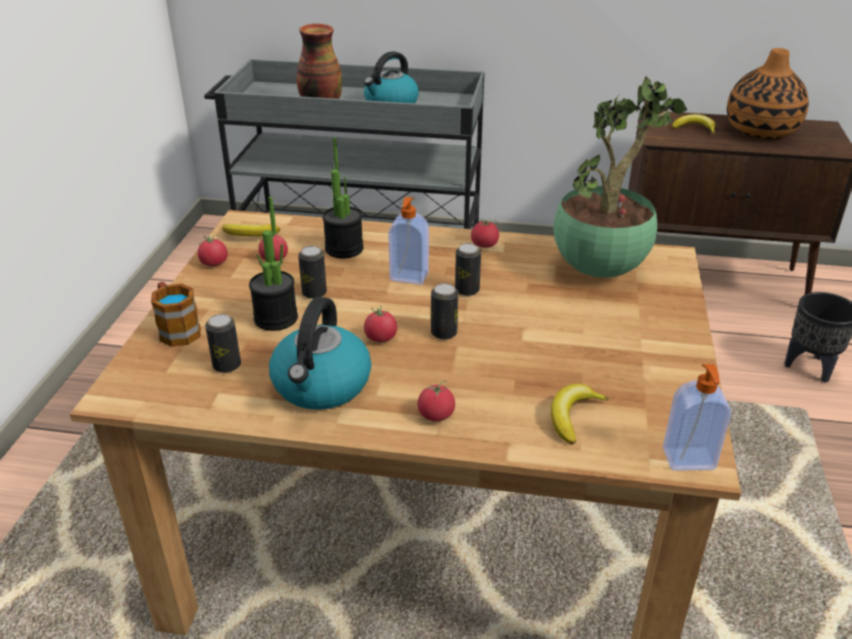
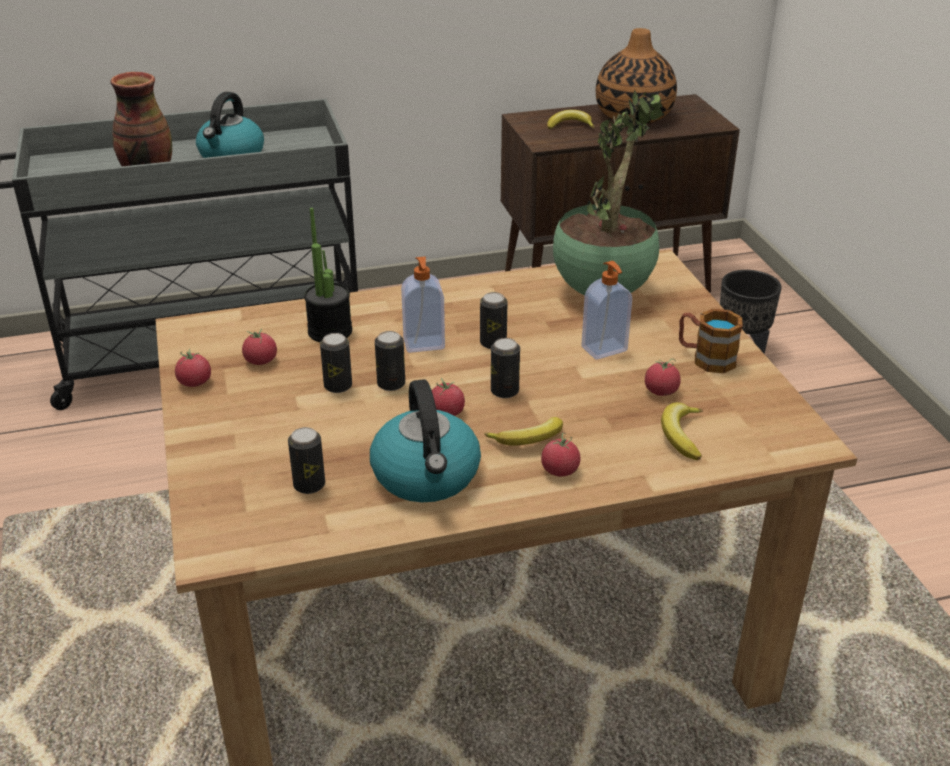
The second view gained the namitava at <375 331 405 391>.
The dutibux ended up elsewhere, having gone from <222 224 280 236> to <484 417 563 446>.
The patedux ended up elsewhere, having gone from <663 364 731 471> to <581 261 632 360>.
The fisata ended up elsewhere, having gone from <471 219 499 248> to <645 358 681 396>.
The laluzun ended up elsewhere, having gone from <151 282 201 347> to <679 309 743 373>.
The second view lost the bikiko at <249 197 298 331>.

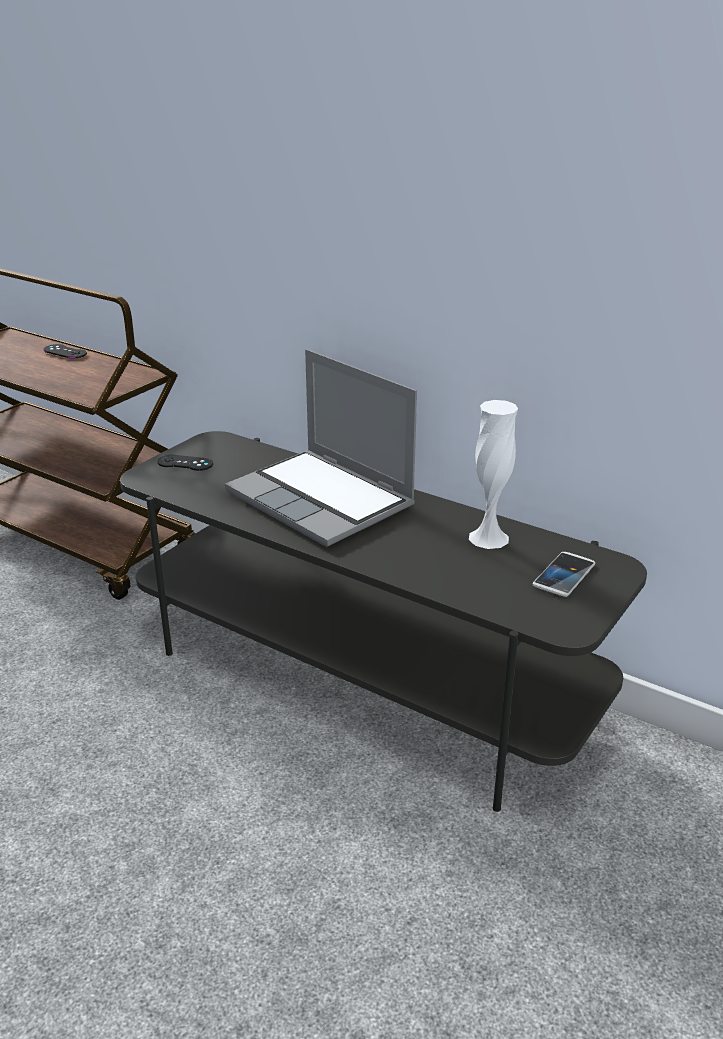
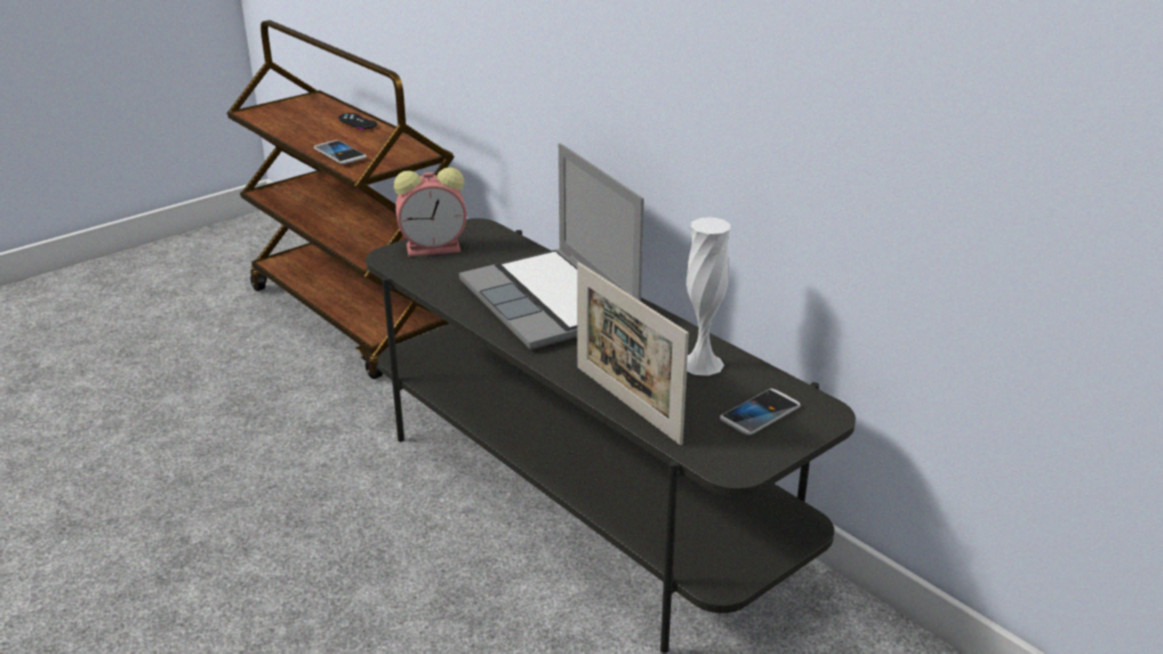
The second view gained the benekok at <314 140 367 164>.
Where the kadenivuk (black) stood at <157 455 213 471>, the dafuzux came to stand at <394 167 467 257>.
The second view gained the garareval at <577 262 689 445>.

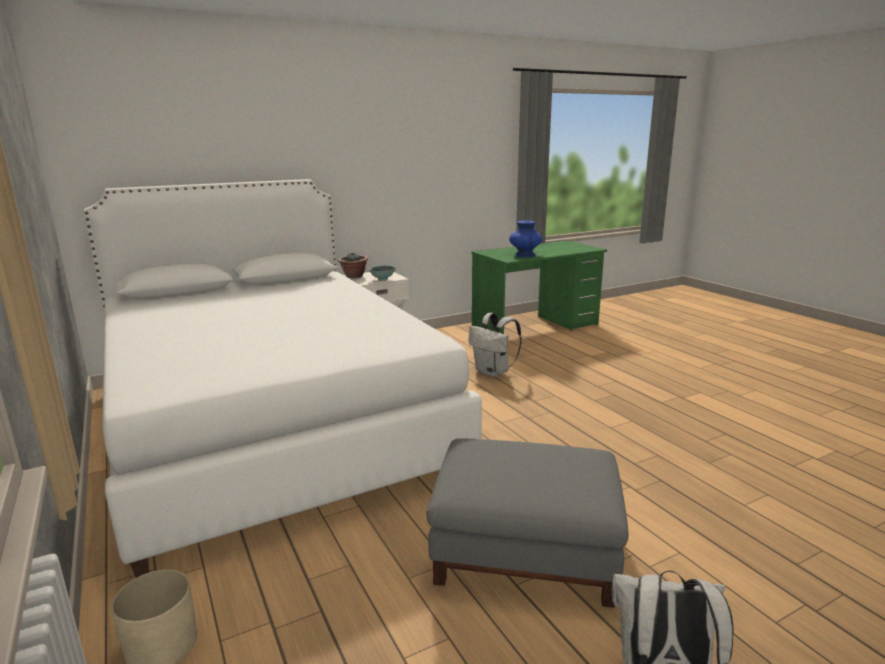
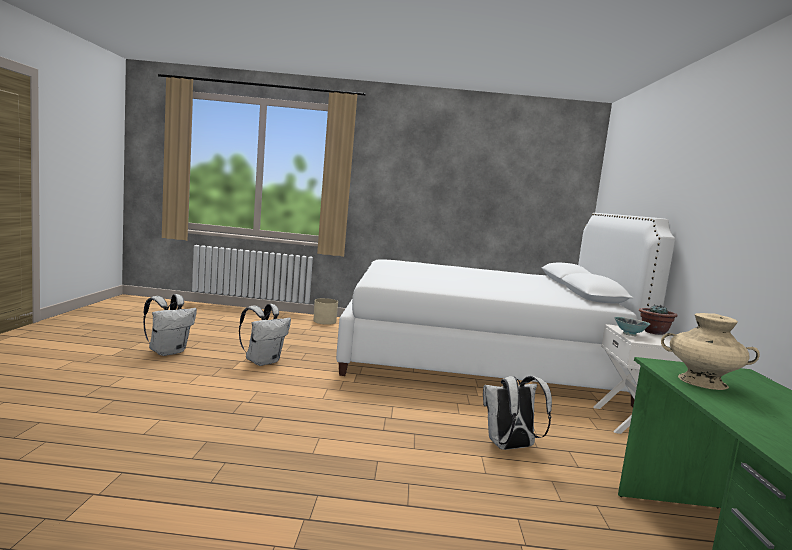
Where the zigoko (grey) stood at <427 438 629 608>, the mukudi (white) came to stand at <239 304 291 366>.
What was the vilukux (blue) at <509 220 542 257> turned into the vilukux (beige) at <661 313 760 390>.

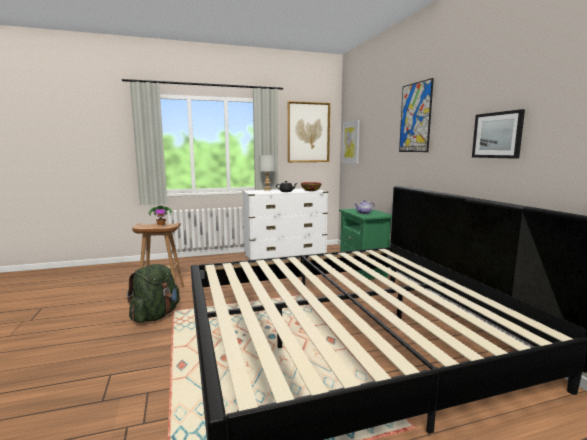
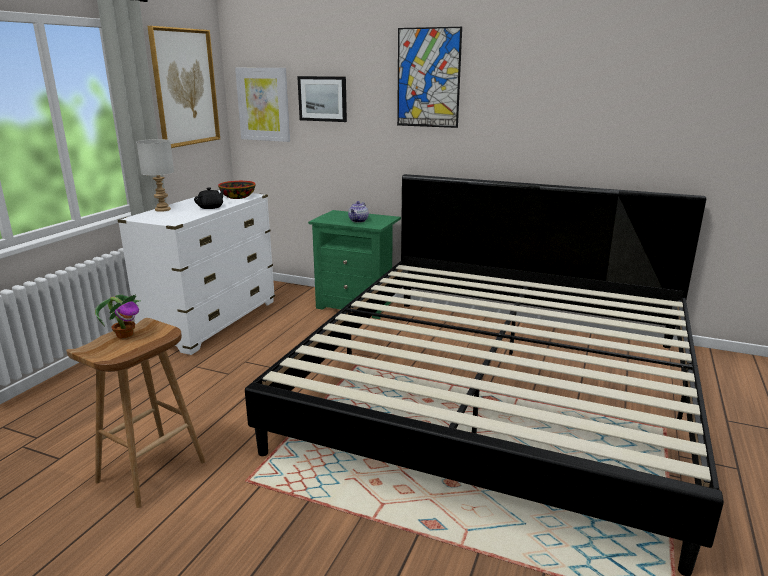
The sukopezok ended up elsewhere, having gone from <472 109 525 159> to <297 76 347 122>.
The second view lost the mukudi (green) at <127 264 180 323>.

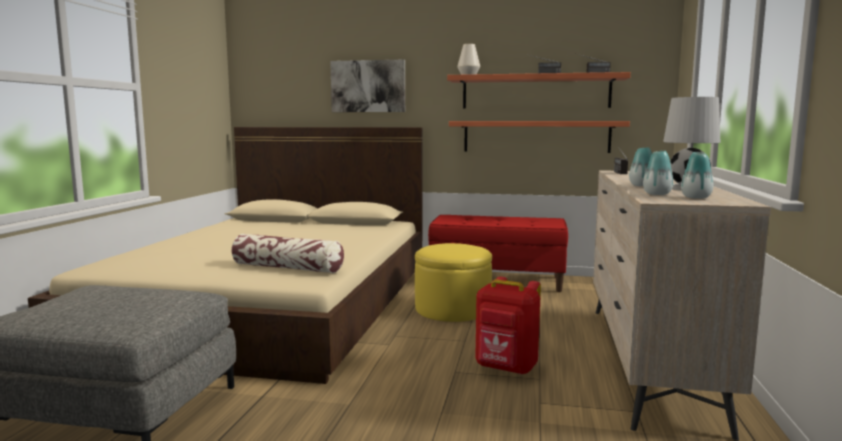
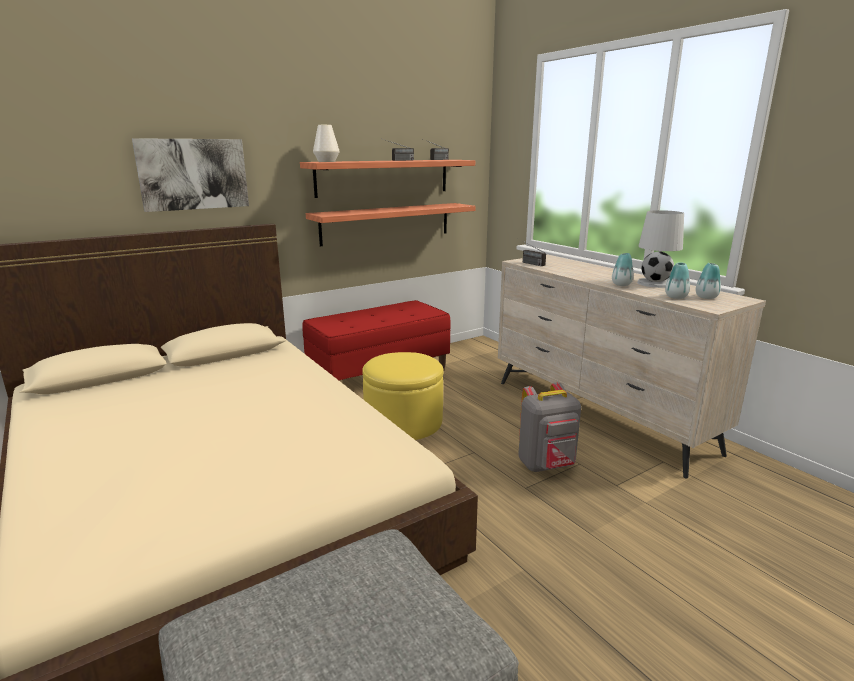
What was the mukudi (red) at <475 277 541 375> turned into the mukudi (grey) at <519 383 581 472>.
The second view lost the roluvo at <231 234 344 273>.

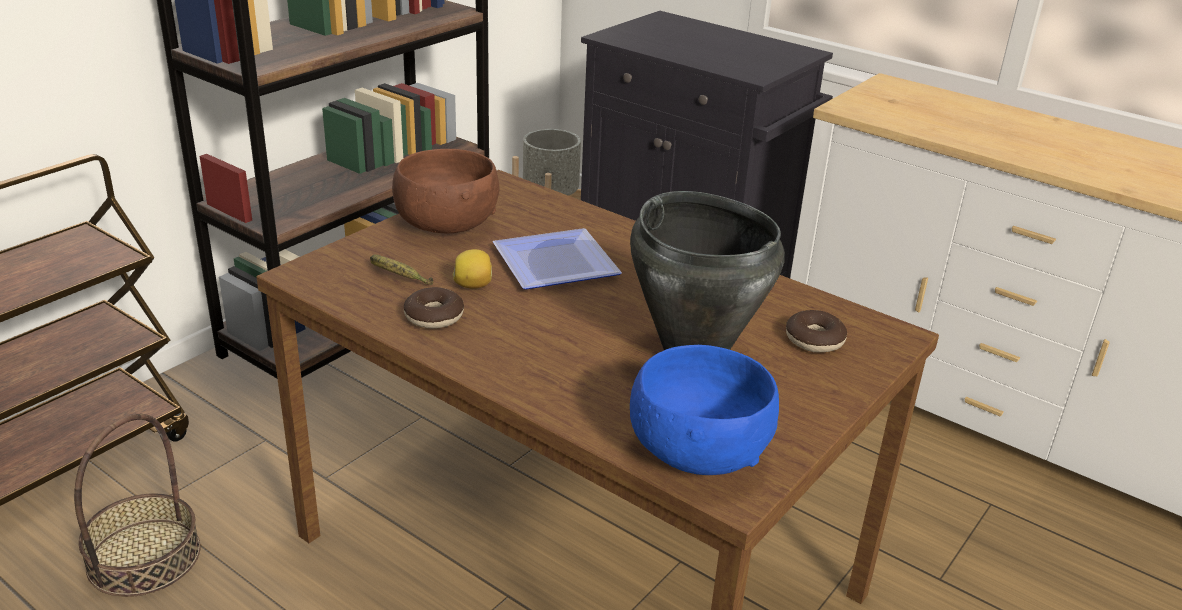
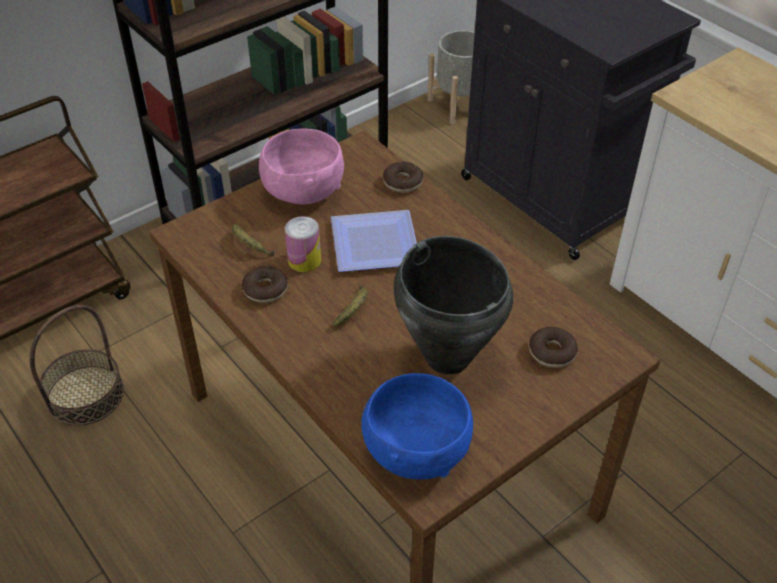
What was the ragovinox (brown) at <392 149 499 234> turned into the ragovinox (pink) at <259 129 344 204>.
Where the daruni stood at <453 249 492 289>, the namitava came to stand at <285 216 321 272>.
The second view gained the dutibux at <333 285 368 327>.
The second view gained the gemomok at <383 162 423 193>.

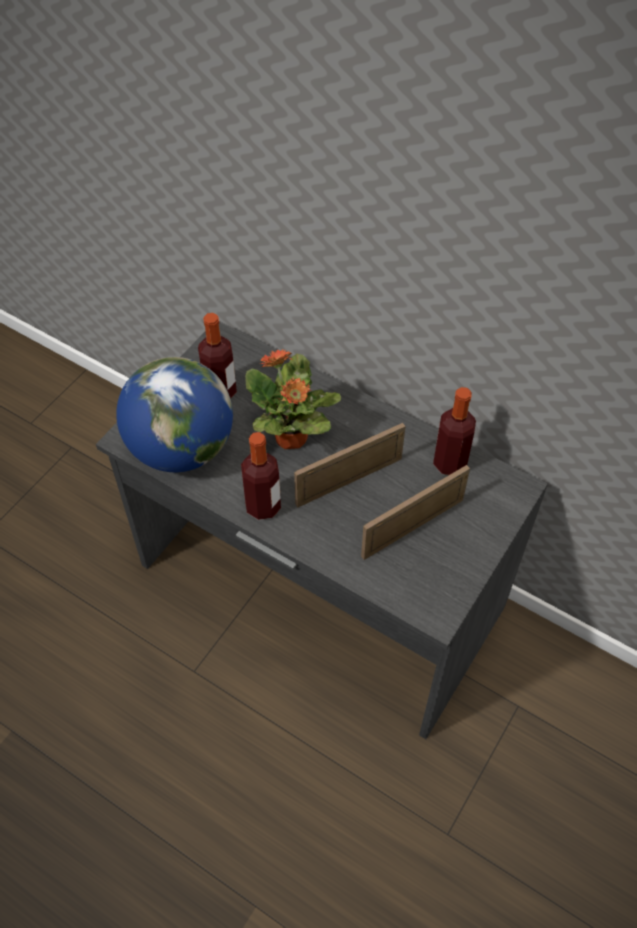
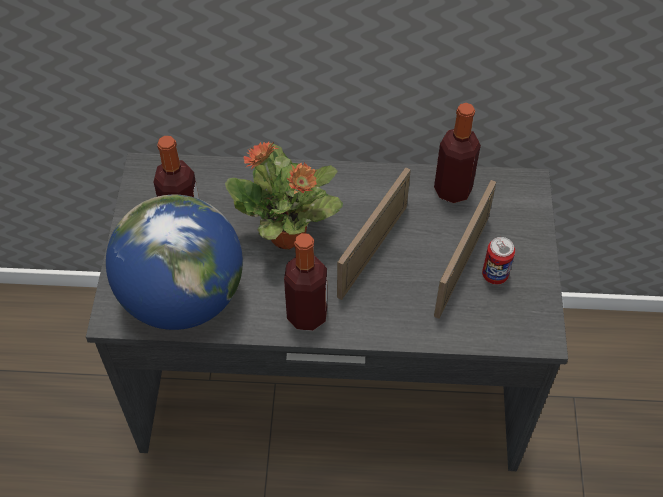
The second view gained the namitava at <482 237 515 285>.

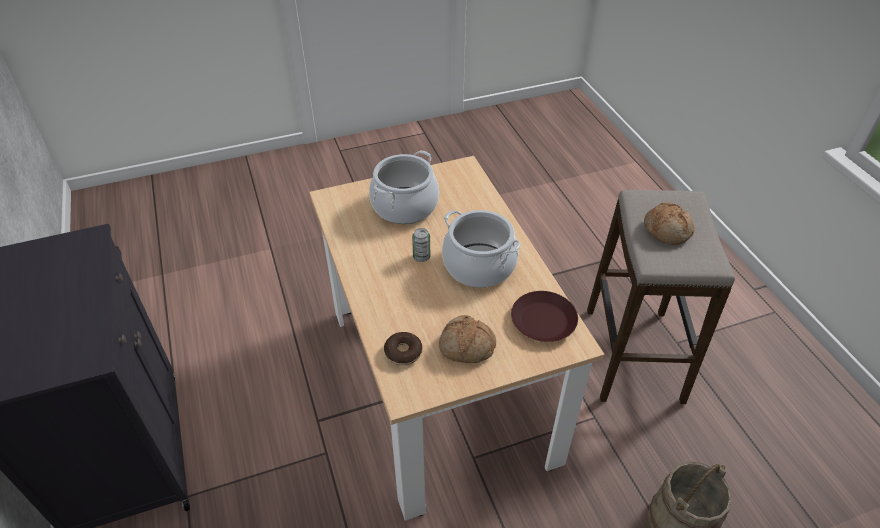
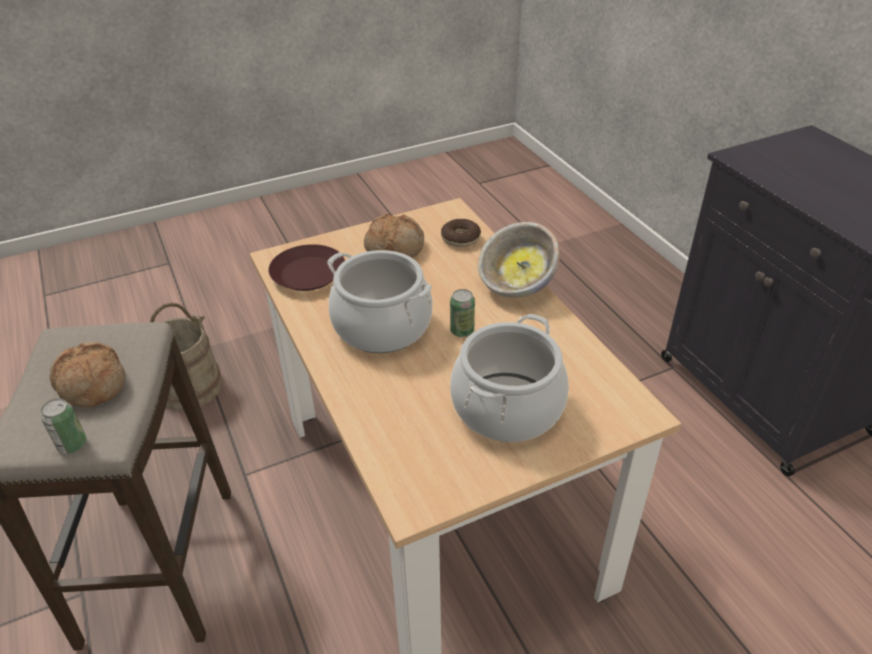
The second view gained the namitava at <41 399 87 454>.
The second view gained the ragovinox at <478 222 560 298>.

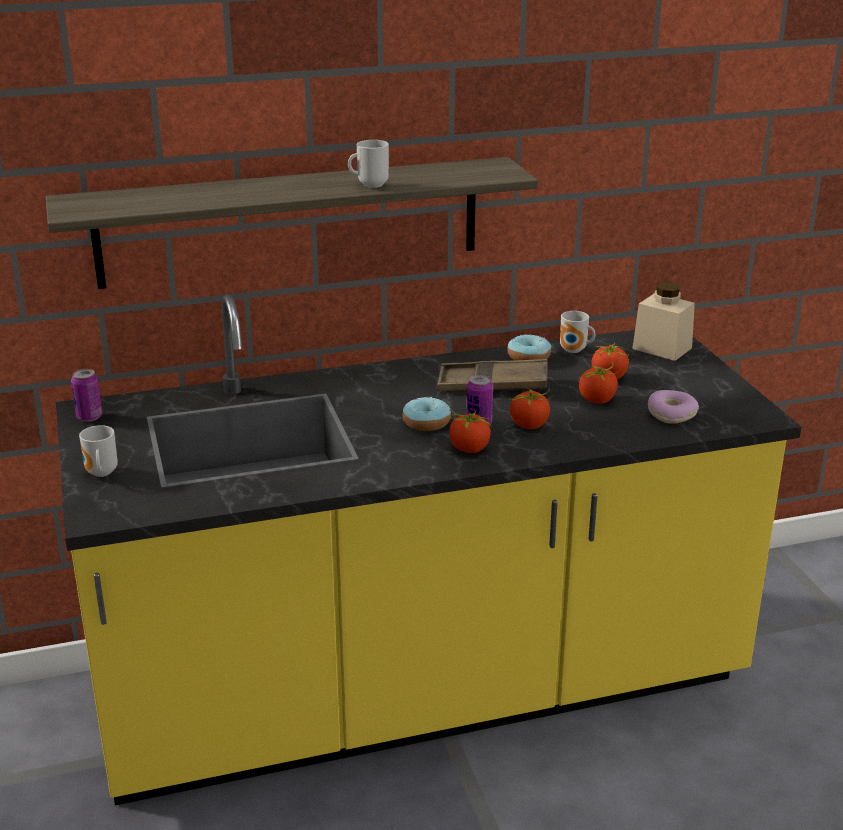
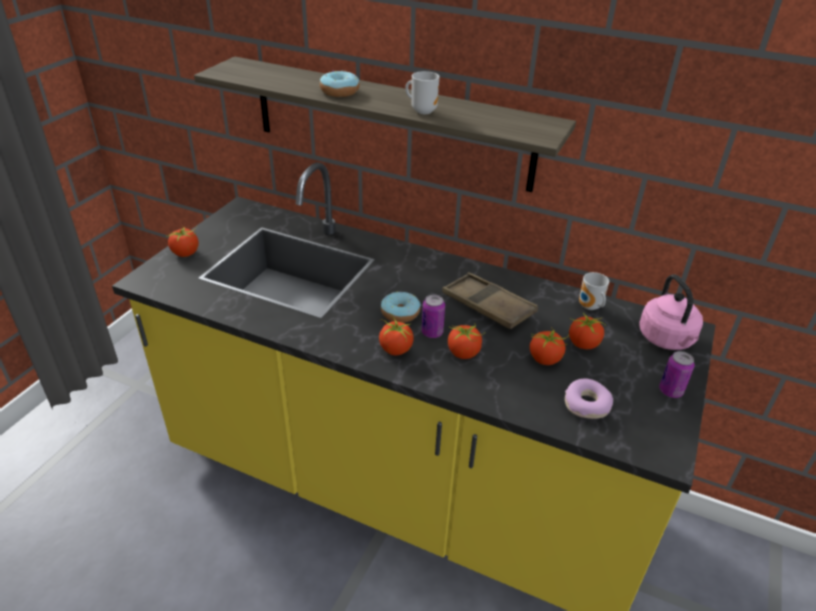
Where the laluzun stood at <79 425 118 477>, the fisata came to stand at <166 226 199 257>.
The gemomok ended up elsewhere, having gone from <507 334 551 360> to <320 70 360 97>.
Where the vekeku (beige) stood at <632 282 695 361>, the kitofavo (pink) came to stand at <640 275 703 350>.
The namitava ended up elsewhere, having gone from <71 369 102 422> to <659 351 695 398>.

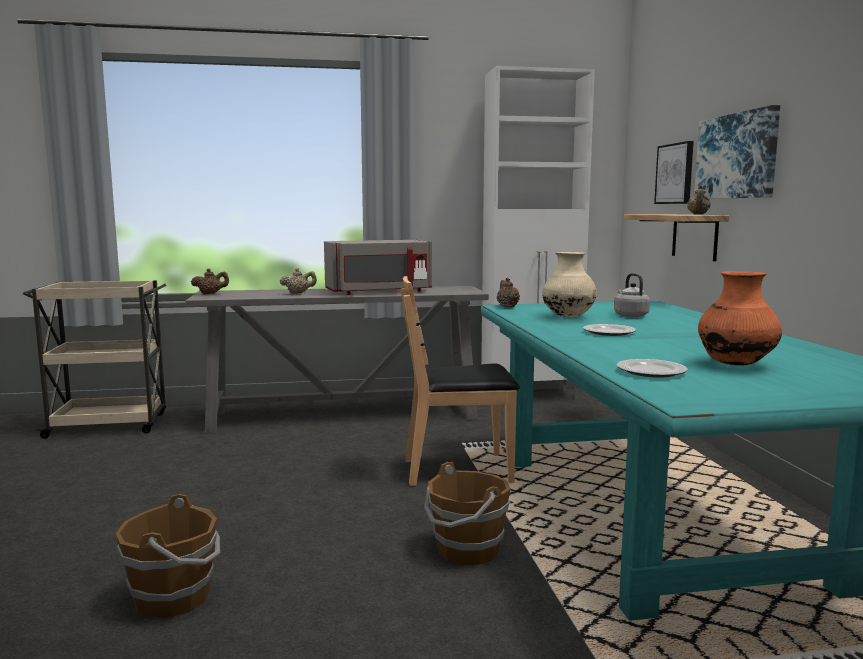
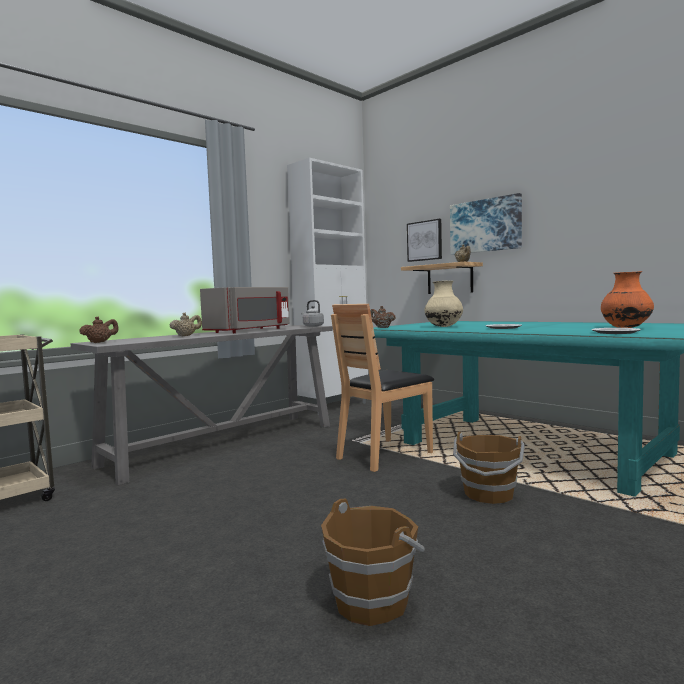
The kitofavo (grey) ended up elsewhere, having gone from <614 273 650 317> to <301 300 324 327>.

